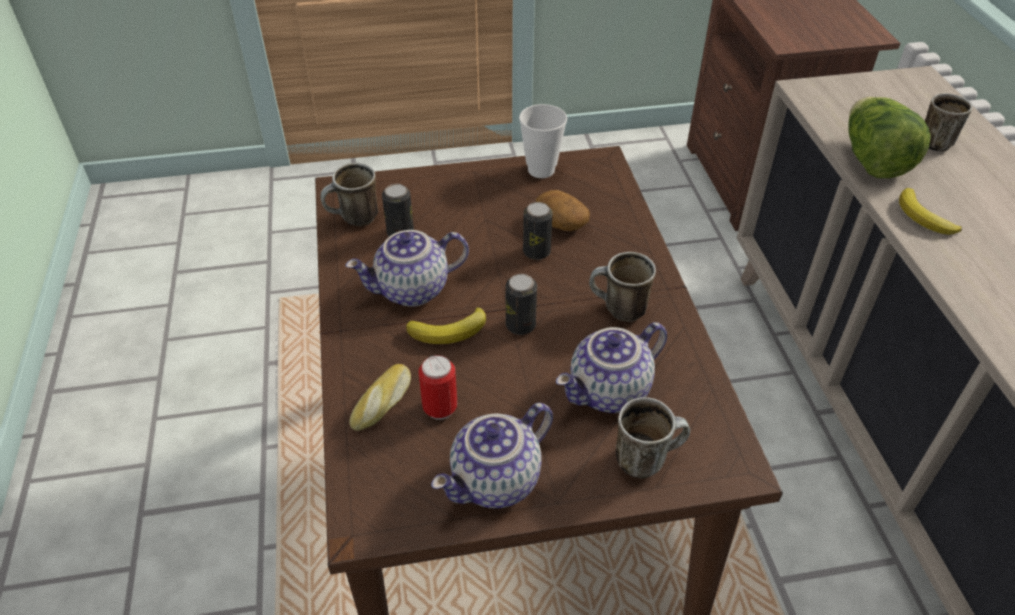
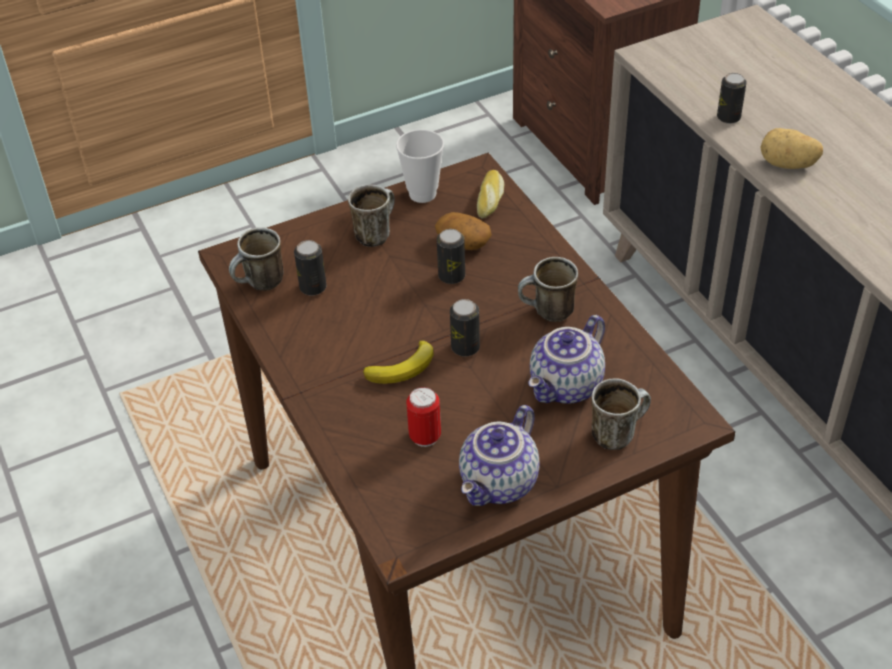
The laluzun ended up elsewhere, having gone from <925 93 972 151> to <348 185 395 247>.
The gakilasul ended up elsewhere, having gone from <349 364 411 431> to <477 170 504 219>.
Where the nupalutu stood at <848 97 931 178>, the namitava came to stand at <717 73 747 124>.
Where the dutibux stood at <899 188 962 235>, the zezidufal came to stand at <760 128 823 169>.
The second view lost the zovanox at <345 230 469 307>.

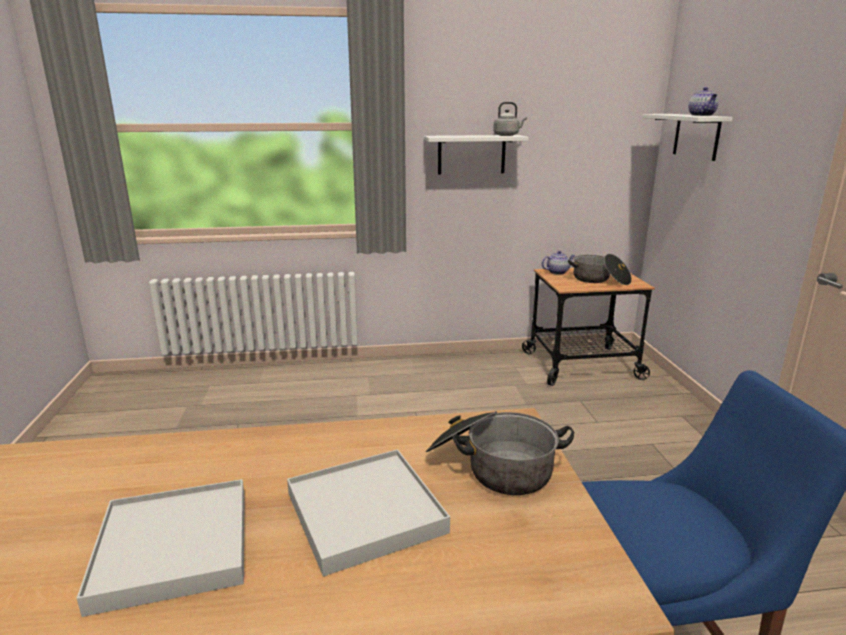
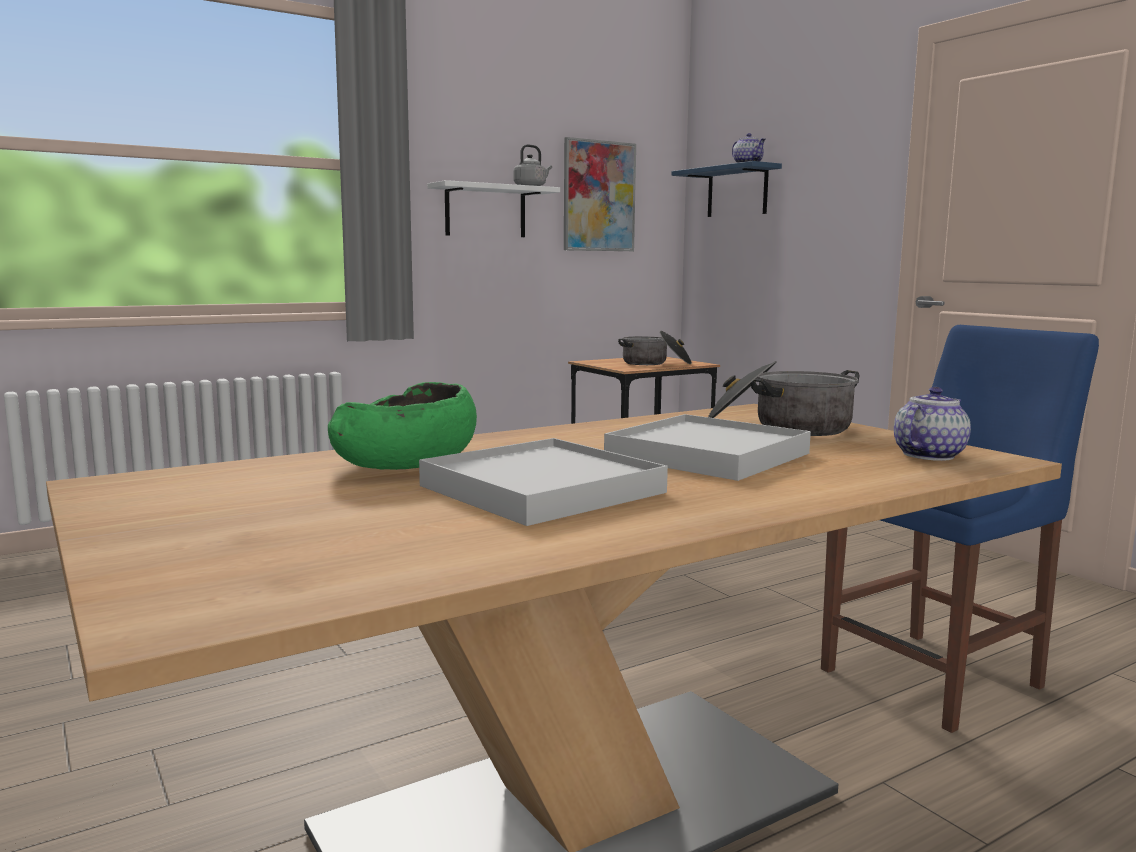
The second view gained the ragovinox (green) at <328 382 477 470>.
The second view gained the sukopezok at <564 137 636 251>.
What was the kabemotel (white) at <642 114 733 161> turned into the kabemotel (blue) at <671 161 782 217>.
The zovanox ended up elsewhere, having gone from <542 251 575 275> to <894 387 971 461>.

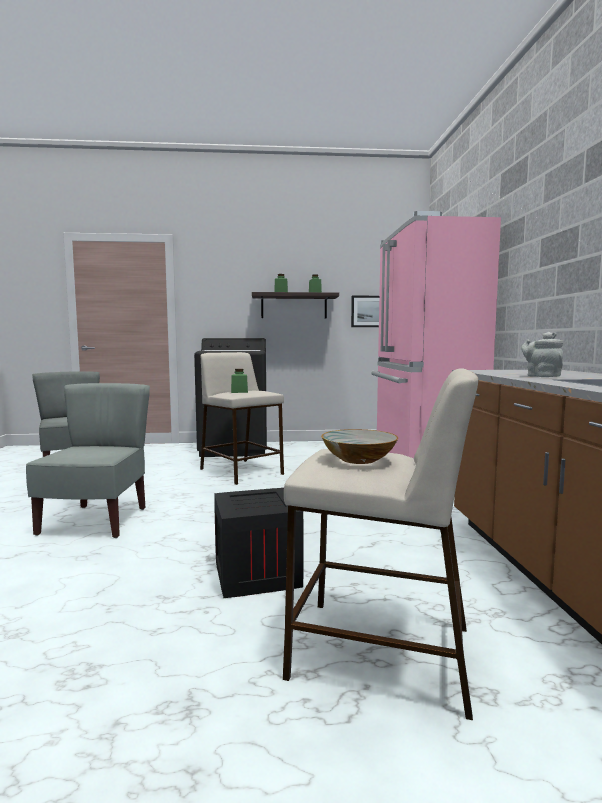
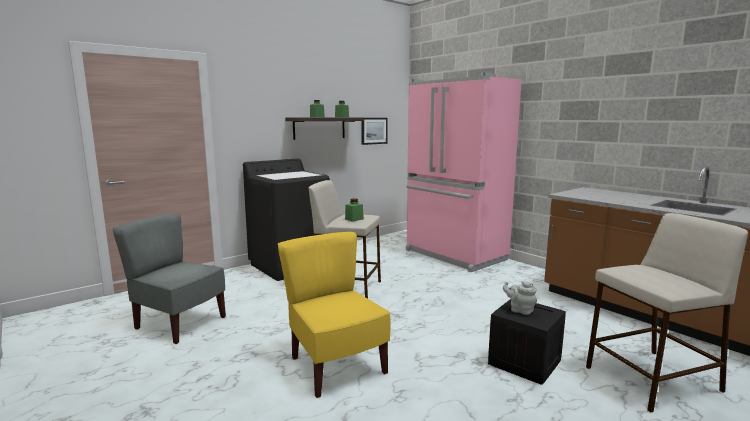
What was the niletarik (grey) at <26 383 150 538> turned into the niletarik (yellow) at <278 232 390 398>.
The zovanox (grey) ended up elsewhere, having gone from <521 332 563 377> to <503 281 537 315>.
The second view lost the ragovinox at <321 429 398 464>.

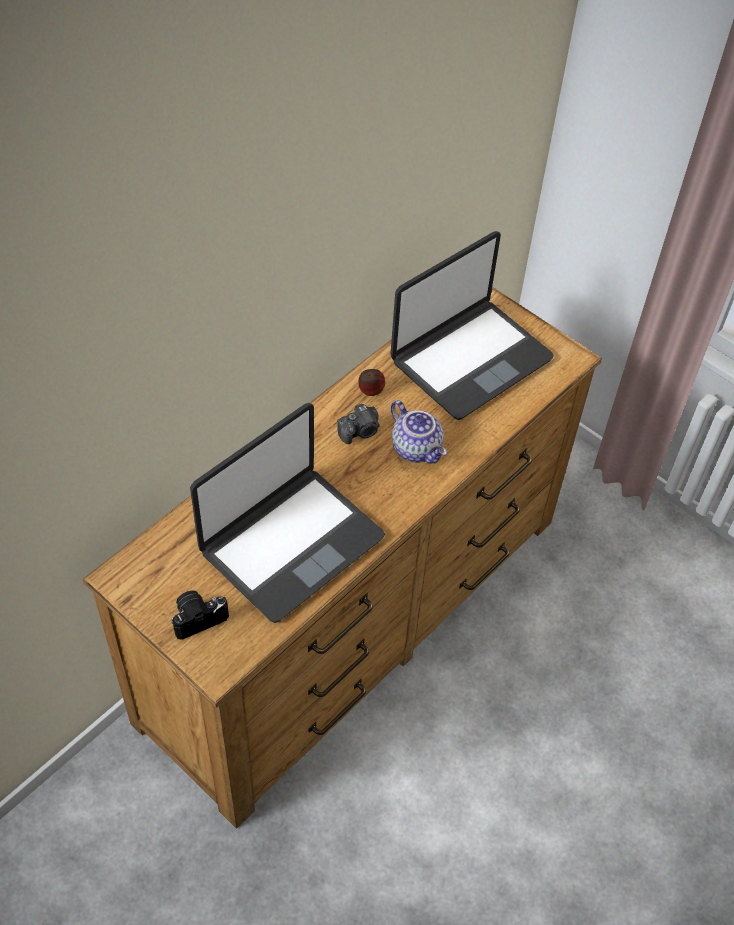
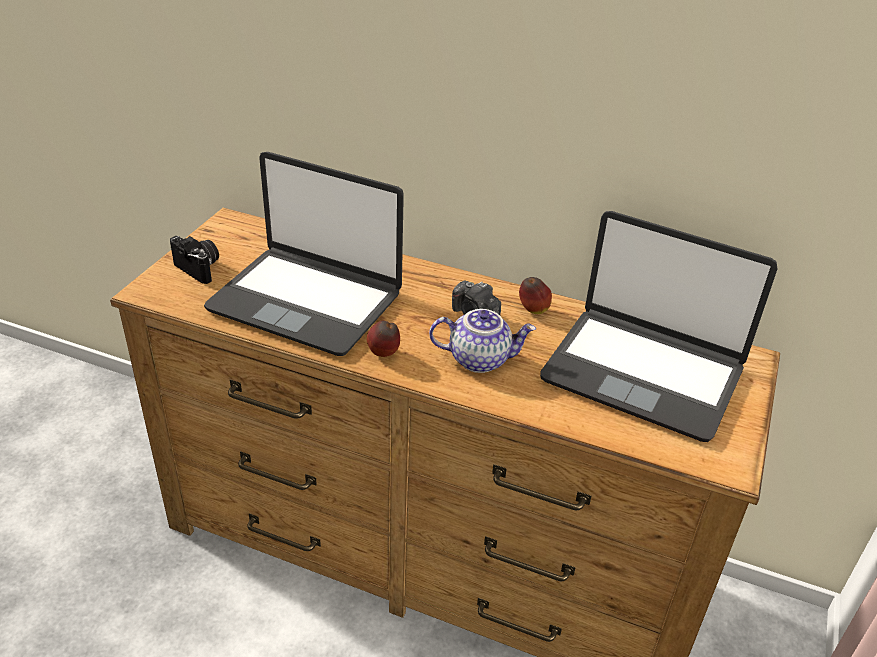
The second view gained the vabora at <367 320 400 357>.
The zovanox at <391 400 447 464> ended up facing another way, 120 degrees counterclockwise from before.

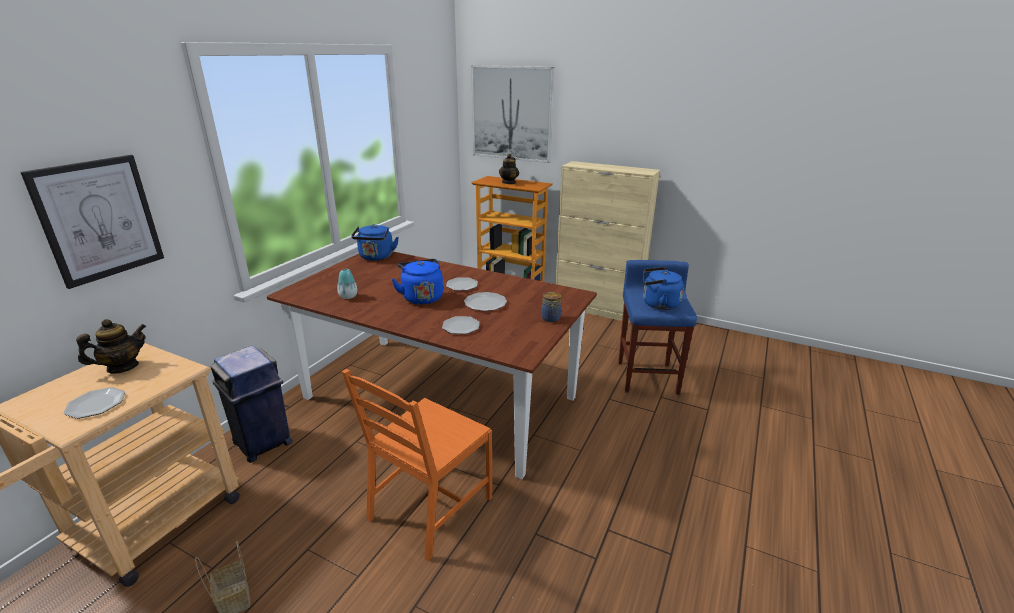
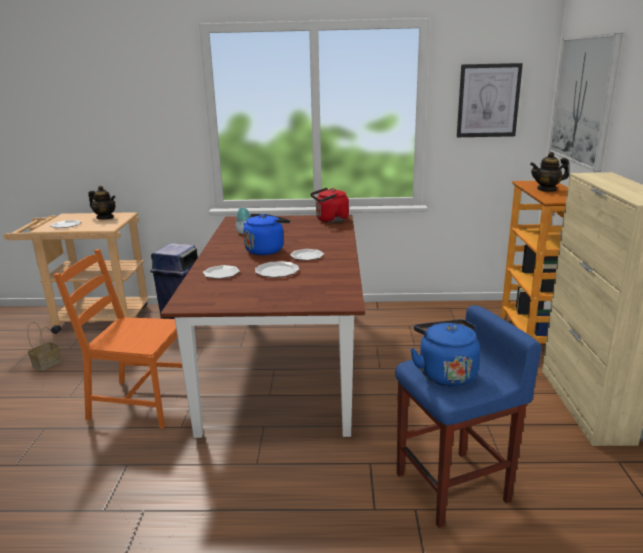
What was the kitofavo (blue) at <351 224 399 261> turned into the kitofavo (red) at <310 188 349 223>.
The sukopezok ended up elsewhere, having gone from <21 155 164 289> to <457 63 523 137>.
The second view lost the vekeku at <541 292 561 322>.

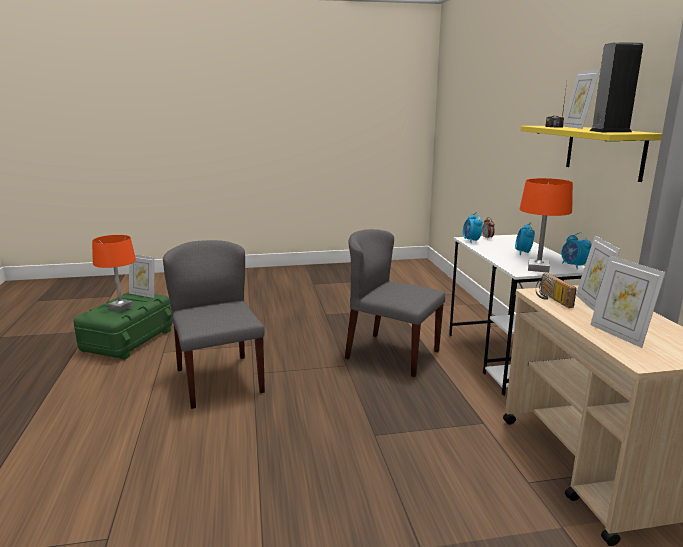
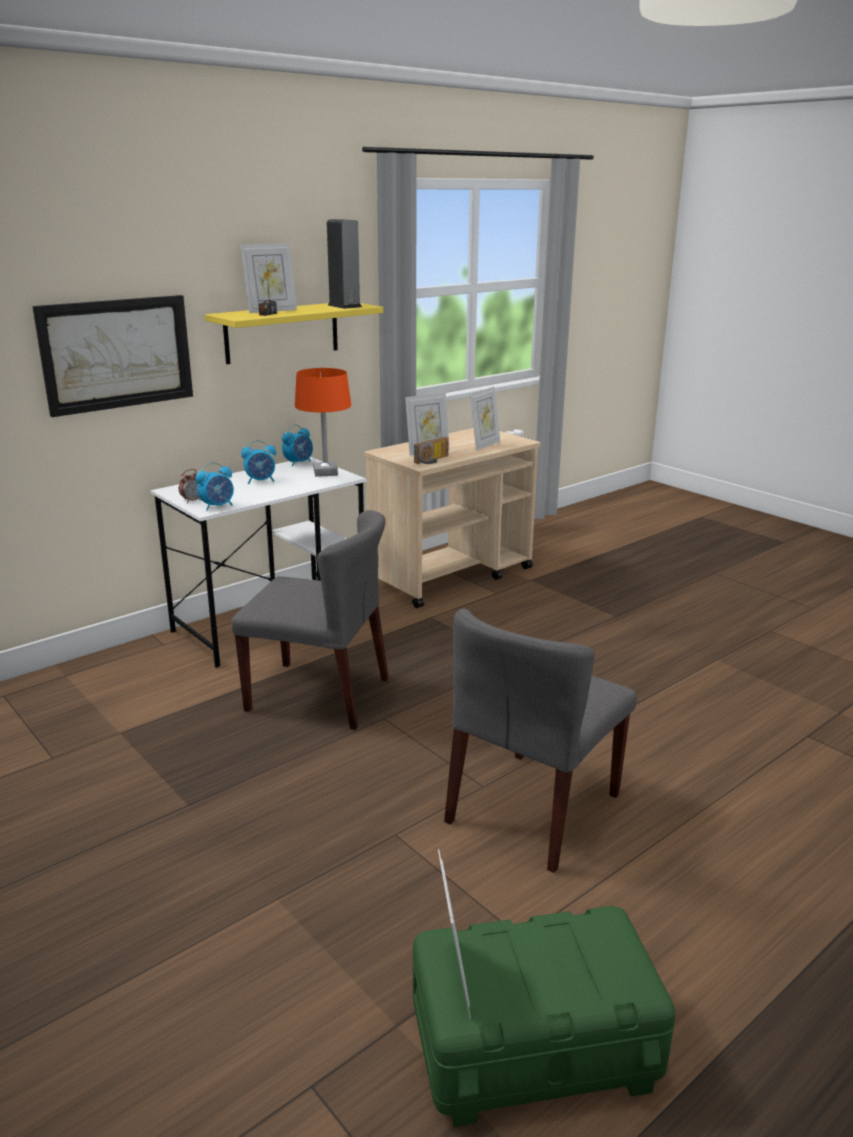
The second view gained the sukopezok at <32 295 193 417>.
The niletarik (grey) at <345 229 445 377> ended up facing another way, 75 degrees counterclockwise from before.
The second view lost the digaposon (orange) at <92 235 136 312>.

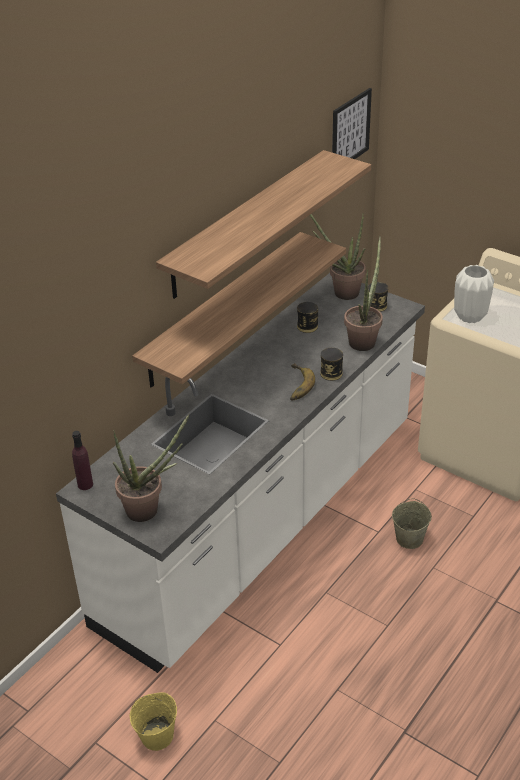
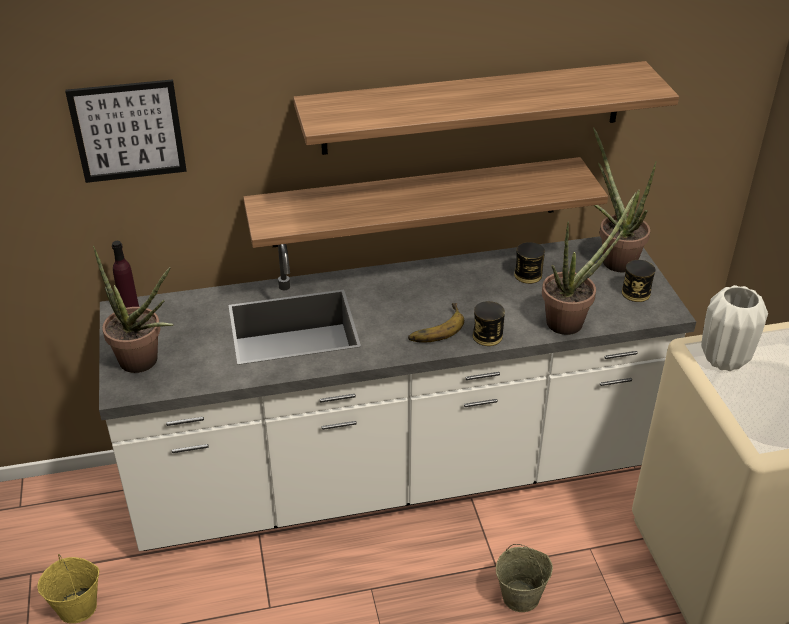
The sukopezok ended up elsewhere, having gone from <332 88 372 159> to <65 79 187 183>.

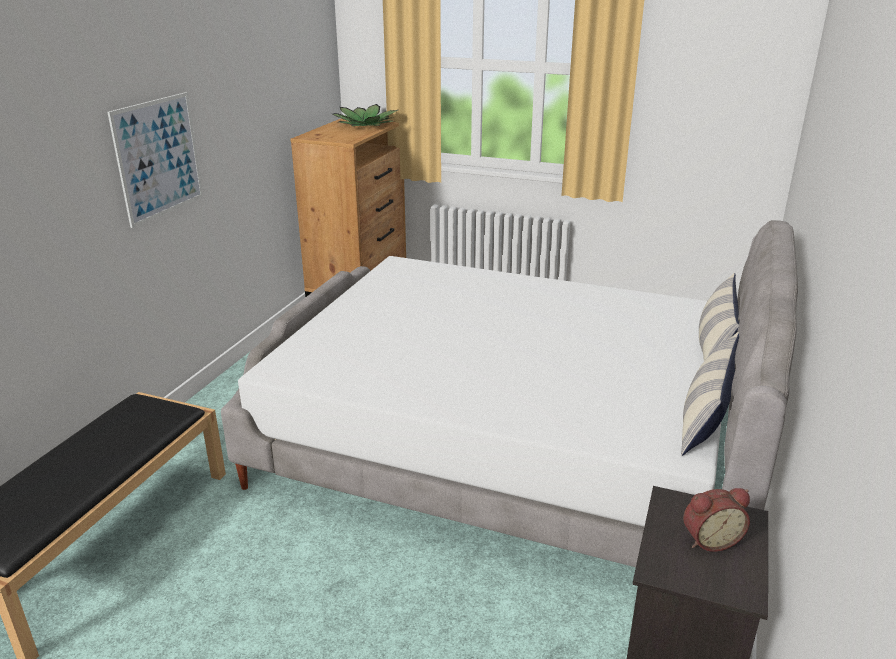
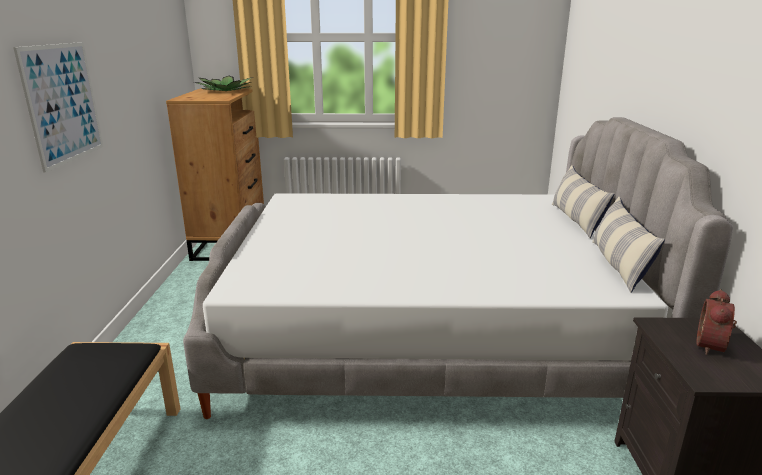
The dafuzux at <683 488 750 552> ended up facing another way, 150 degrees clockwise from before.

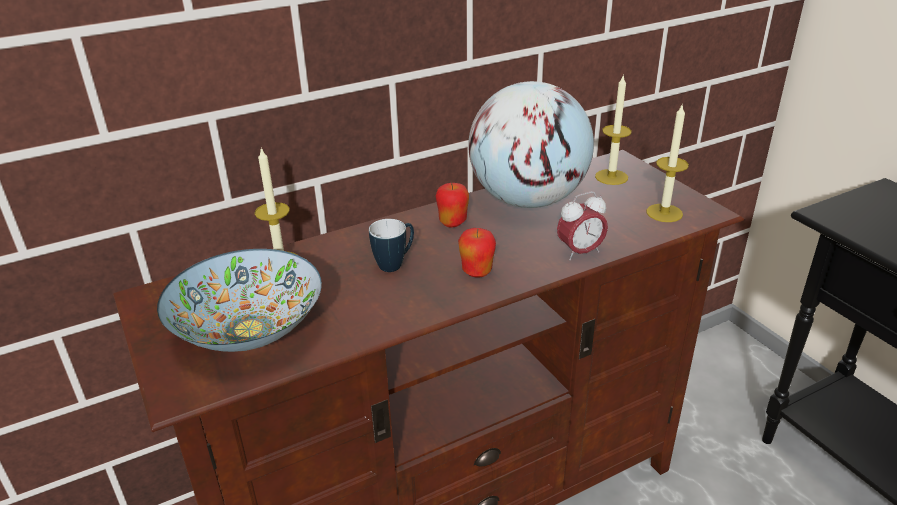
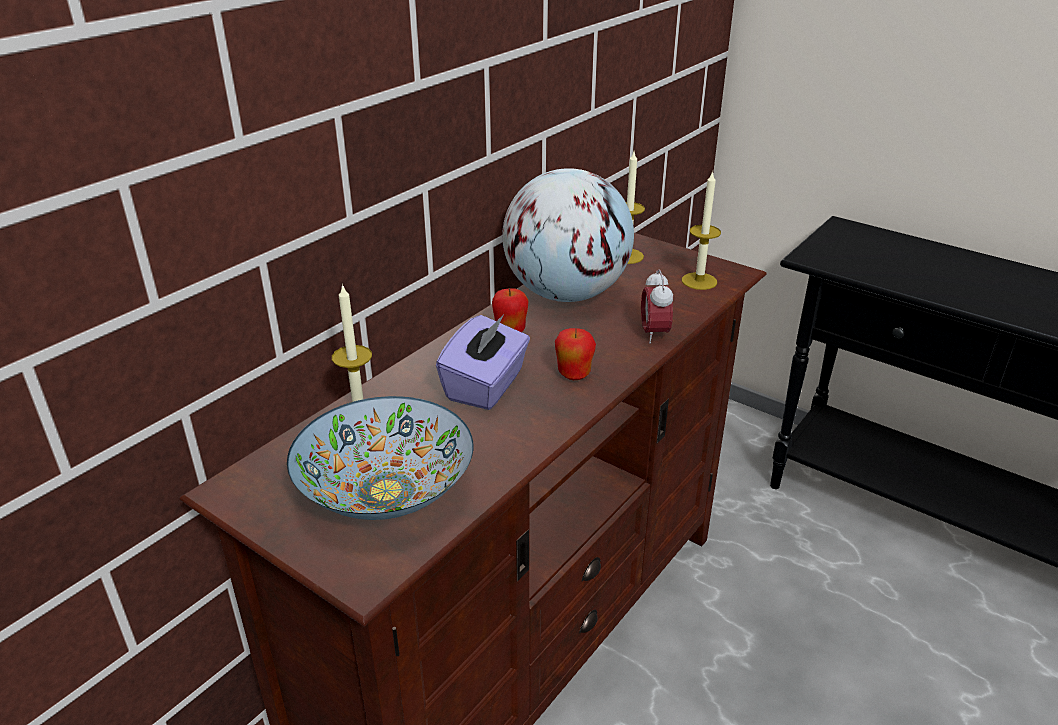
Where the laluzun stood at <369 219 414 272>, the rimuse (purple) came to stand at <436 315 530 410>.
The dafuzux at <557 192 608 260> ended up facing another way, 135 degrees clockwise from before.

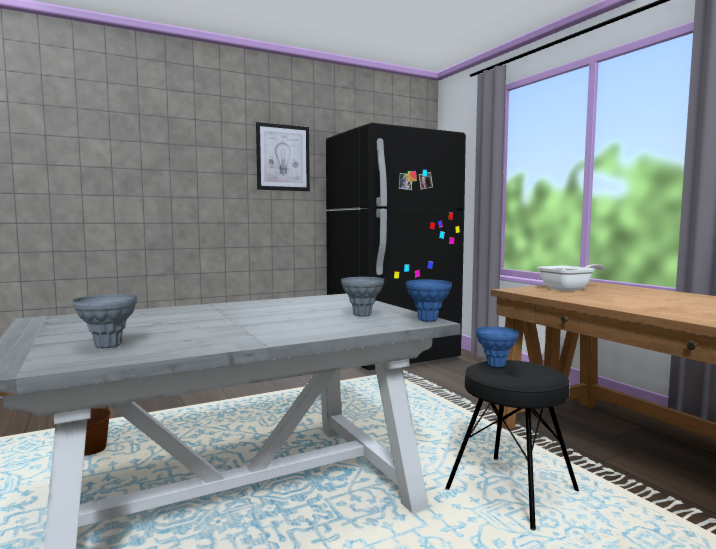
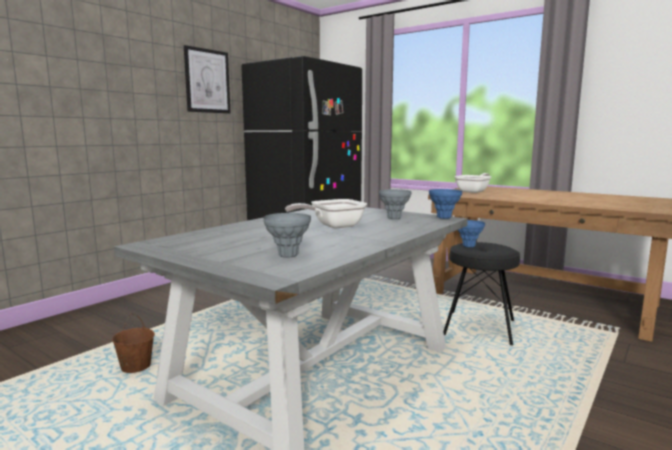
The second view gained the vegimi at <285 199 367 229>.

